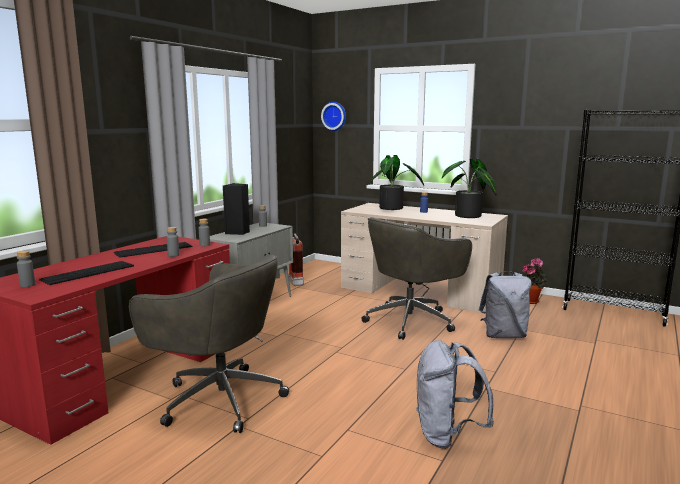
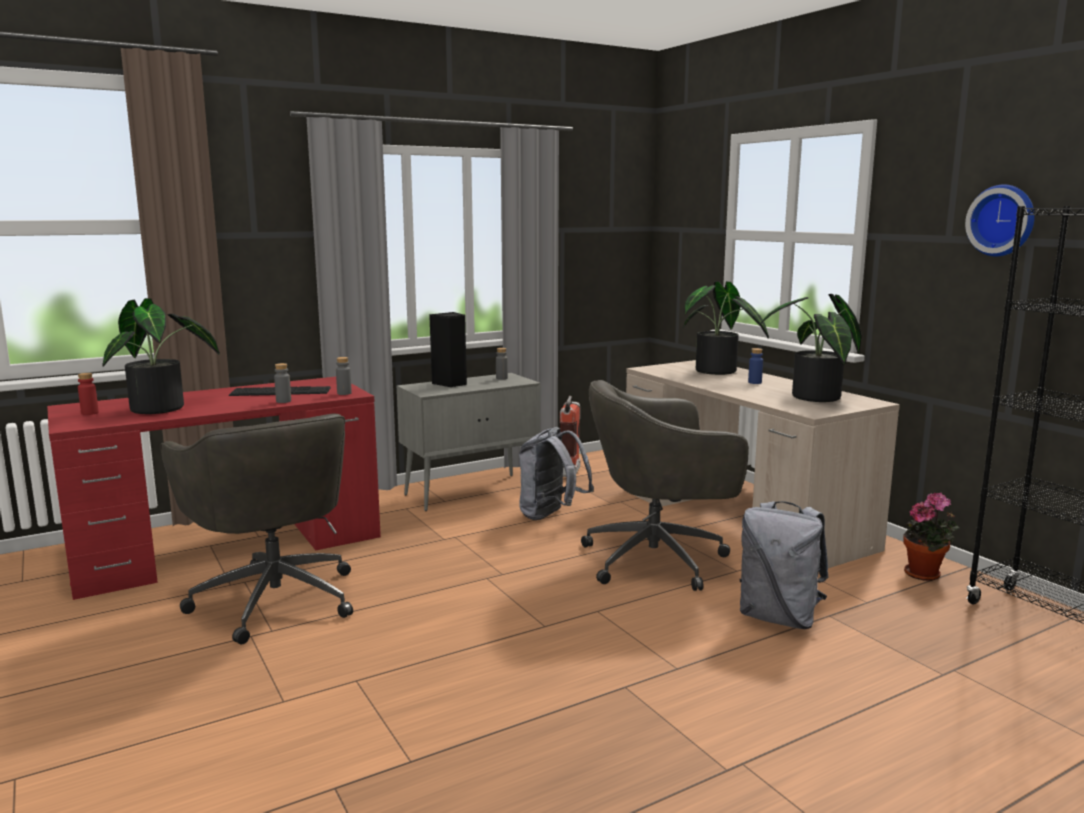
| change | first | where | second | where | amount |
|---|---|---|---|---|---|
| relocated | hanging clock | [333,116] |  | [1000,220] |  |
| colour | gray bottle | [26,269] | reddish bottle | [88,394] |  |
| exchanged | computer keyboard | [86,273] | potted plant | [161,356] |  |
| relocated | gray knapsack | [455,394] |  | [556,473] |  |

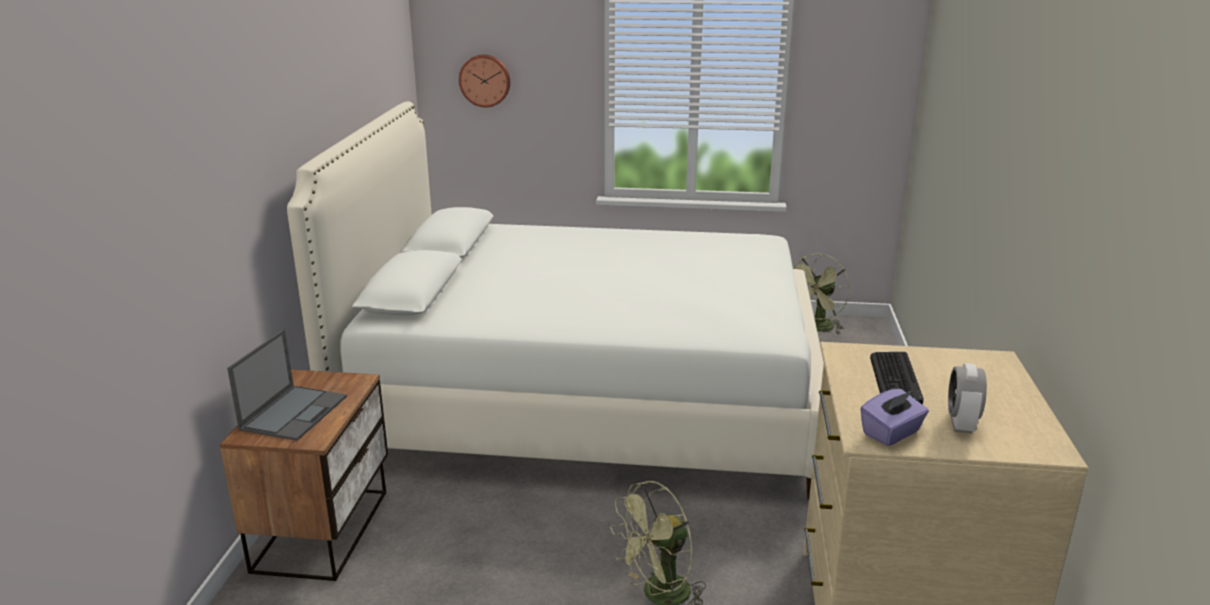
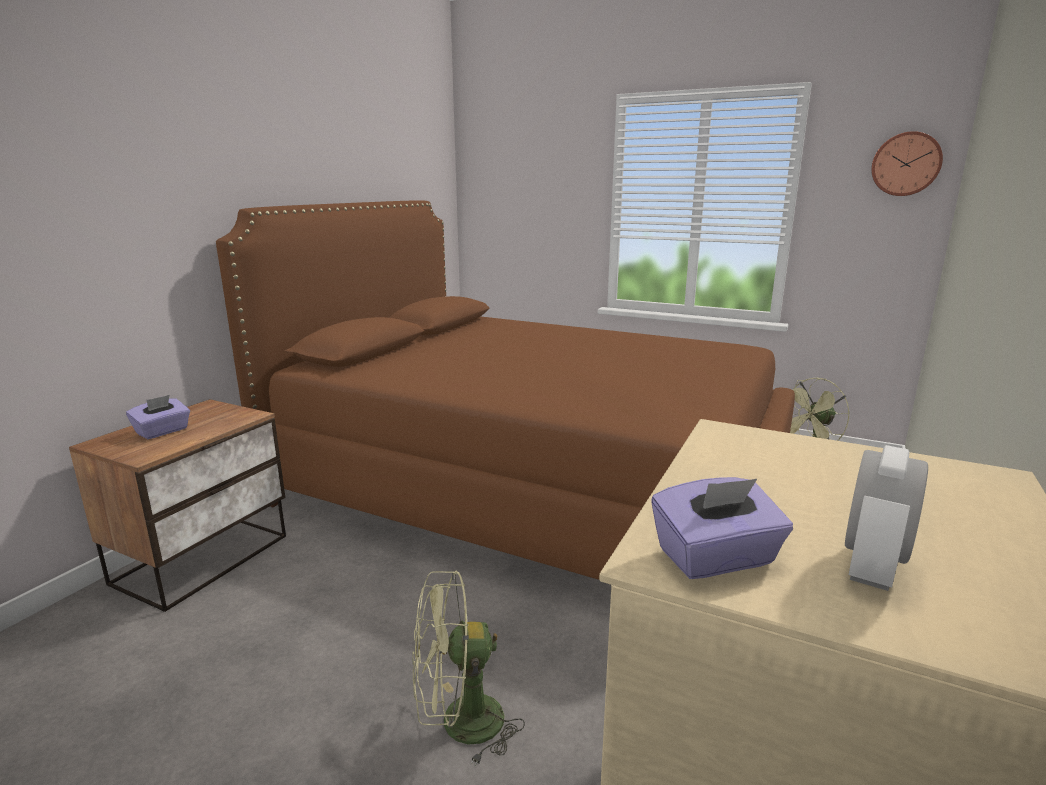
| change | first | where | second | where | amount |
|---|---|---|---|---|---|
| relocated | hanging clock | [484,81] |  | [907,163] |  |
| colour | white-coloured bedroom bed | [555,300] | brown bedroom bed | [505,390] |  |
| exchanged | notebook computer | [287,385] | purplish box of tissues | [158,417] |  |
| missing | computer keyboard | [897,378] |  |  |  |

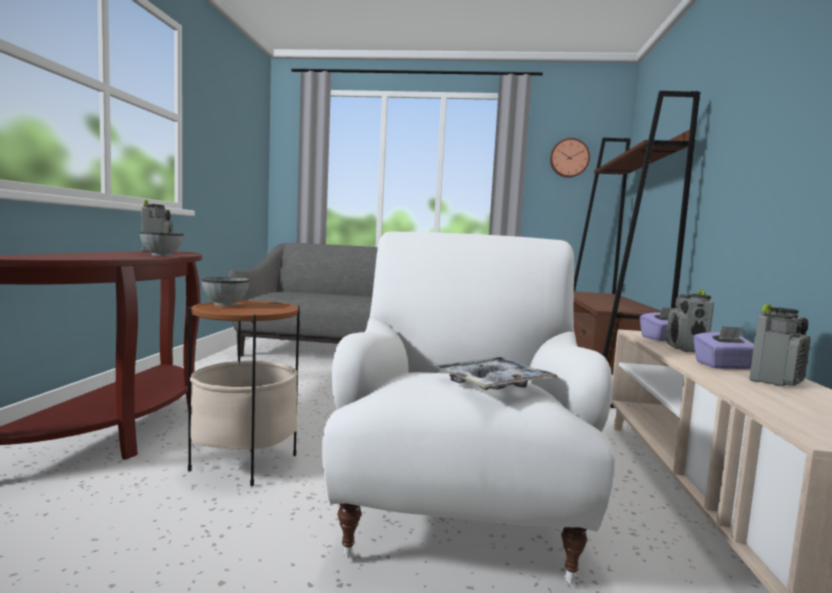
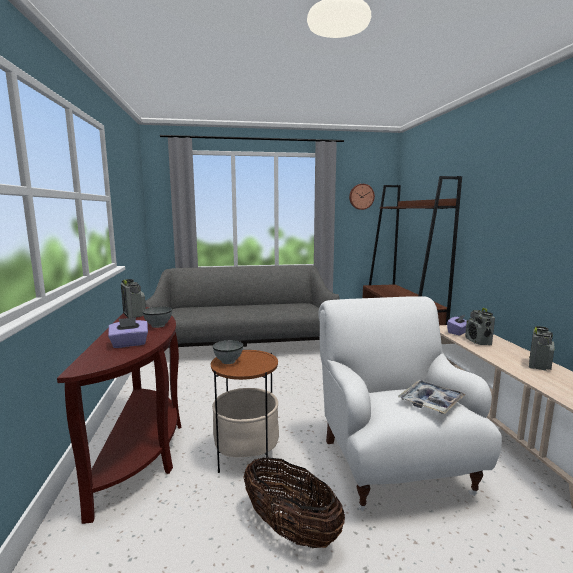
| change | first | where | second | where | amount |
|---|---|---|---|---|---|
| relocated | purplish box of tissues | [723,347] |  | [128,333] |  |
| appeared |  |  | household basket | [294,502] |  |

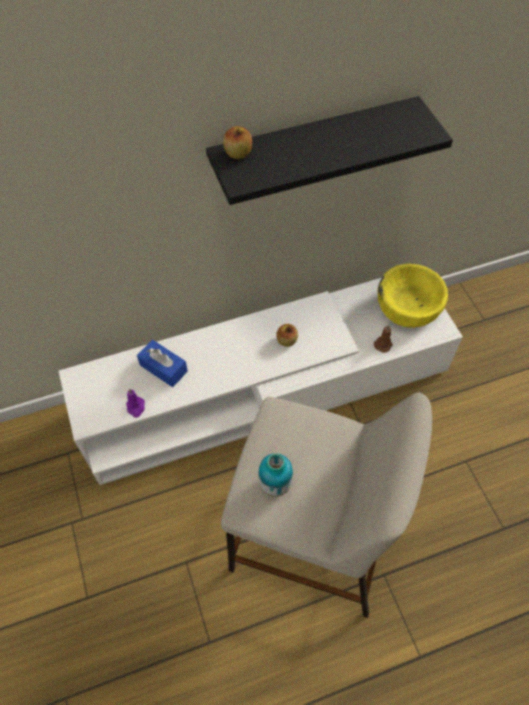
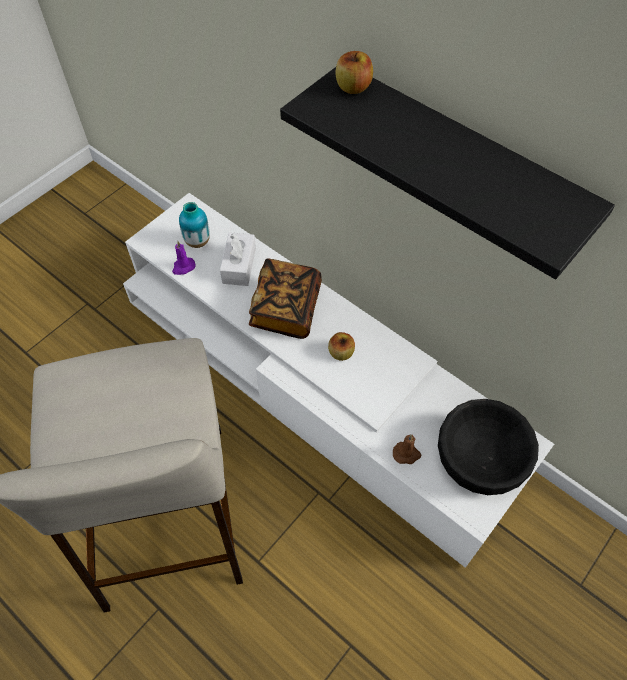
| change | first | where | second | where | amount |
|---|---|---|---|---|---|
| colour | yellowish bowl | [413,296] | blackish bowl | [488,447] |  |
| colour | bluish box of tissues | [162,363] | white-coloured box of tissues | [238,259] |  |
| relocated | flower vase | [275,475] |  | [194,225] |  |
| appeared |  |  | book | [285,298] |  |

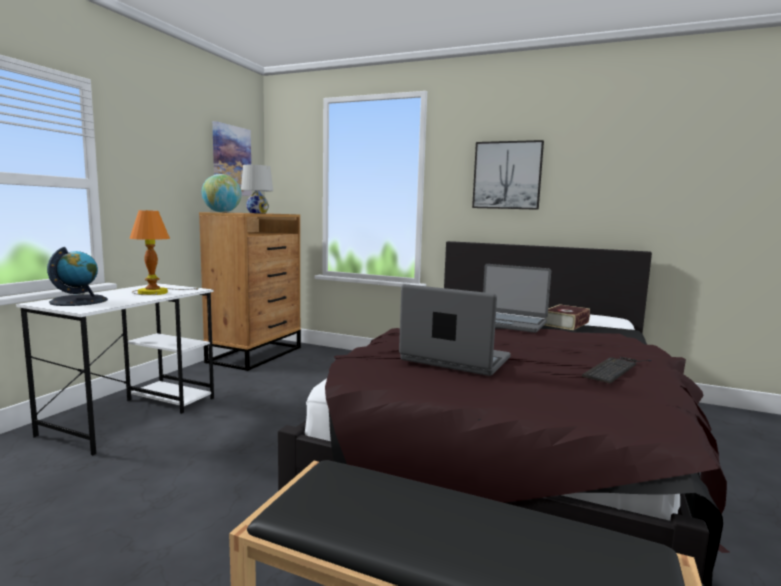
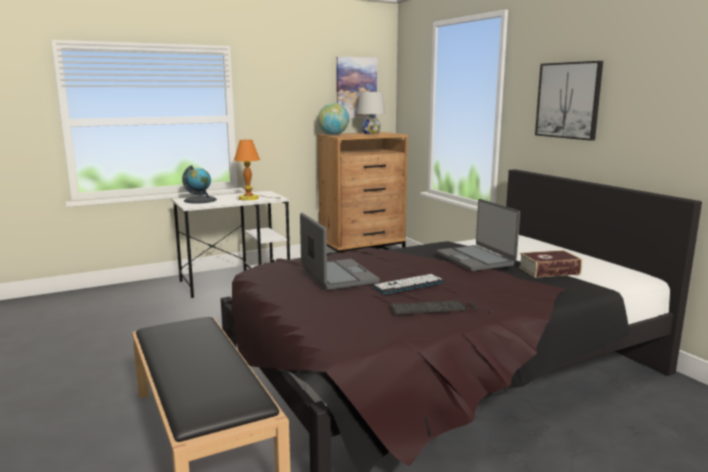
| change | first | where | second | where | amount |
|---|---|---|---|---|---|
| appeared |  |  | computer keyboard | [408,284] |  |

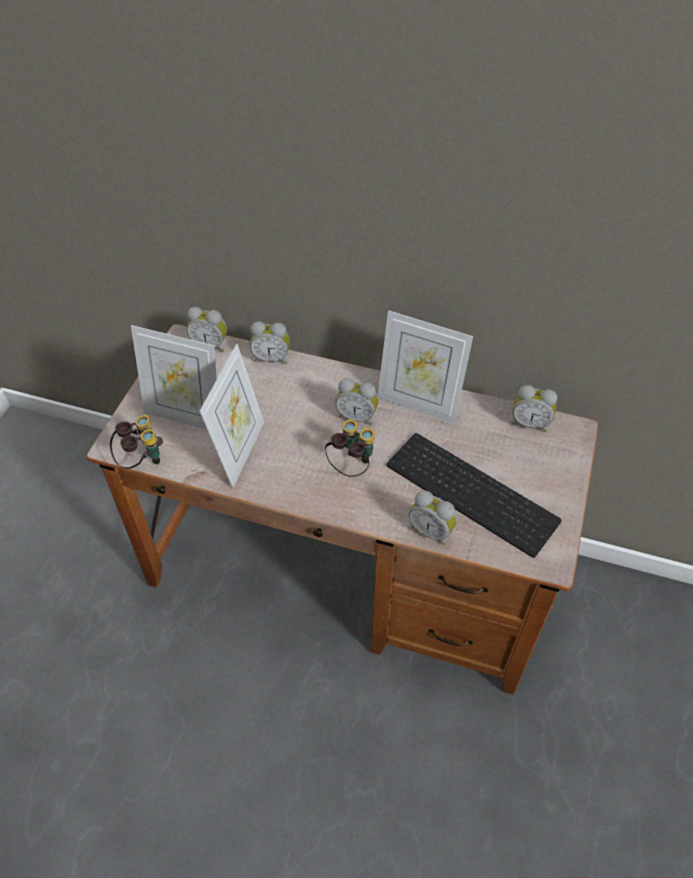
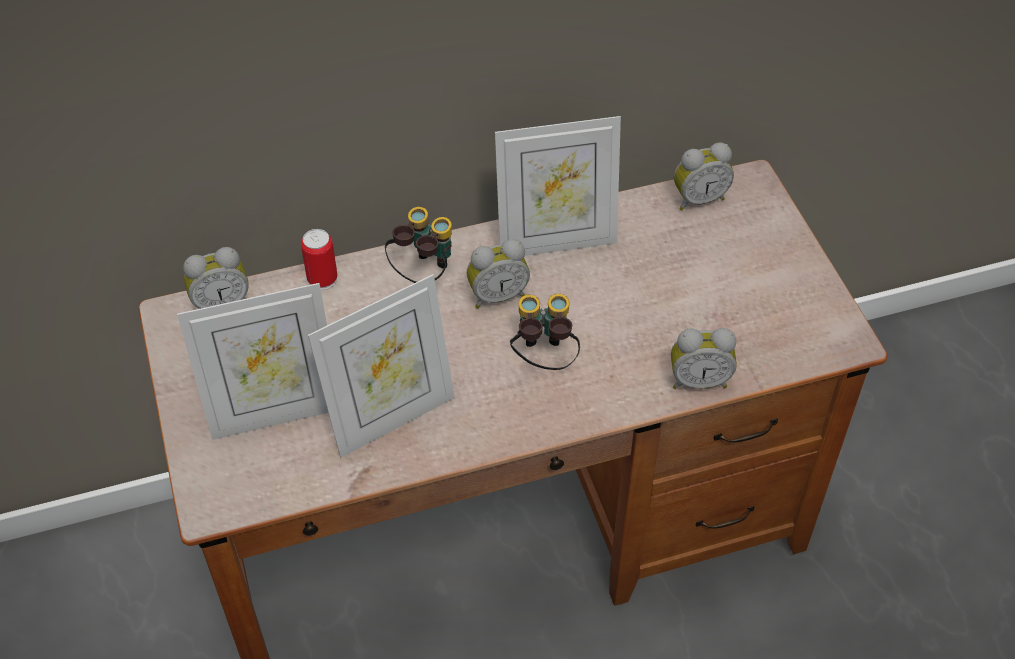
| change | first | where | second | where | amount |
|---|---|---|---|---|---|
| exchanged | alarm clock | [270,342] | can | [319,259] |  |
| spun | standing frame | [231,416] |  | [381,366] | 75 degrees clockwise |
| relocated | field glasses | [136,442] |  | [418,245] |  |
| missing | computer keyboard | [474,495] |  |  |  |

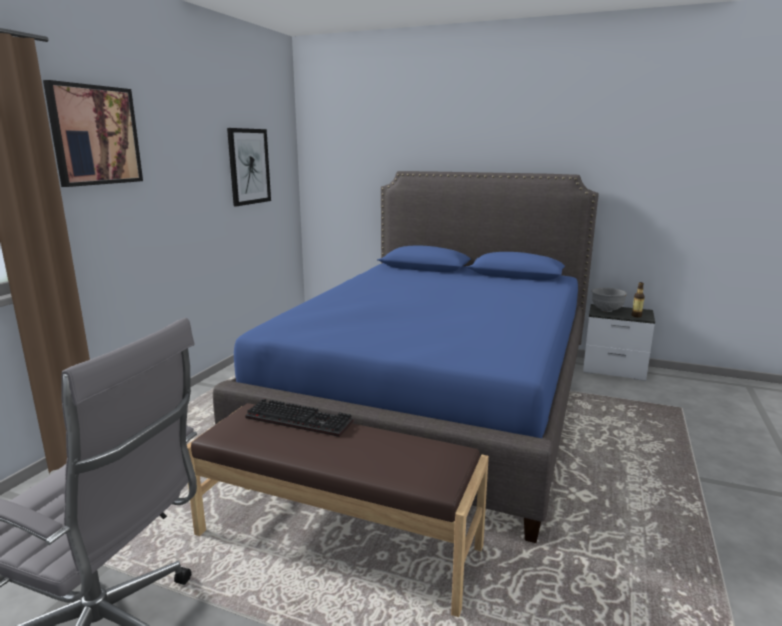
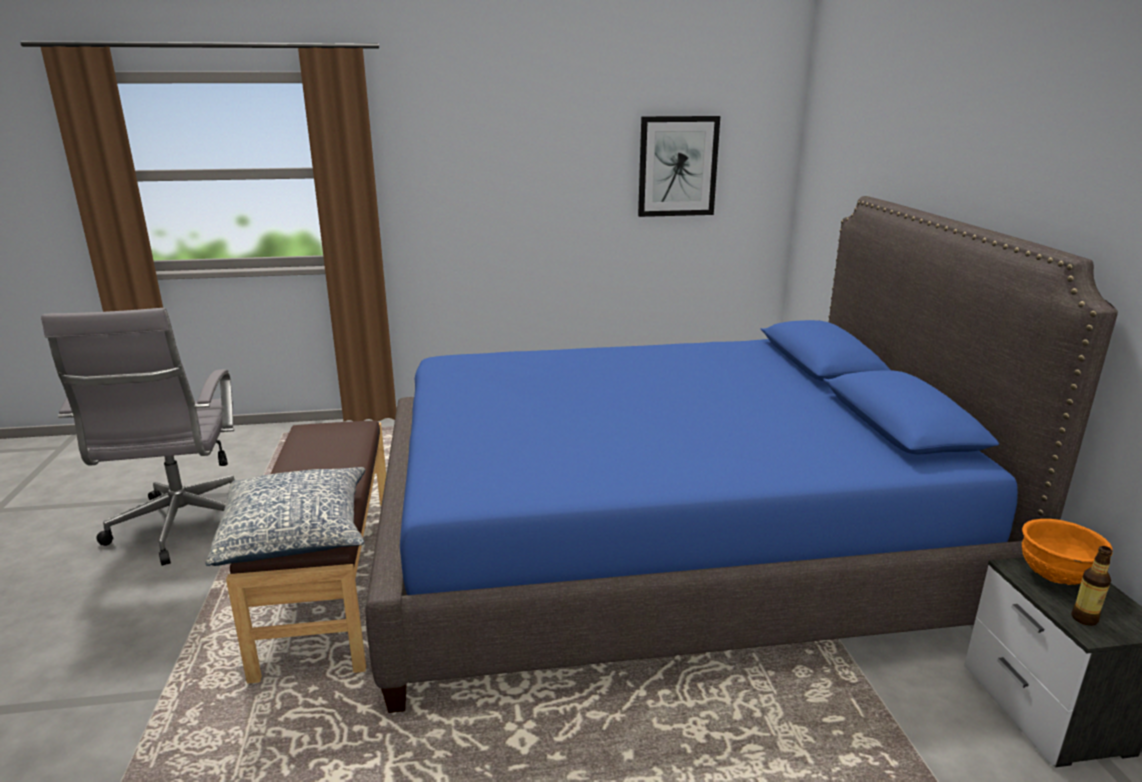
| change | first | where | second | where | amount |
|---|---|---|---|---|---|
| missing | wall picture | [93,133] |  |  |  |
| colour | gray bowl | [609,300] | orange-coloured bowl | [1067,552] |  |
| missing | computer keyboard | [299,417] |  |  |  |
| appeared |  |  | pillow | [285,516] |  |

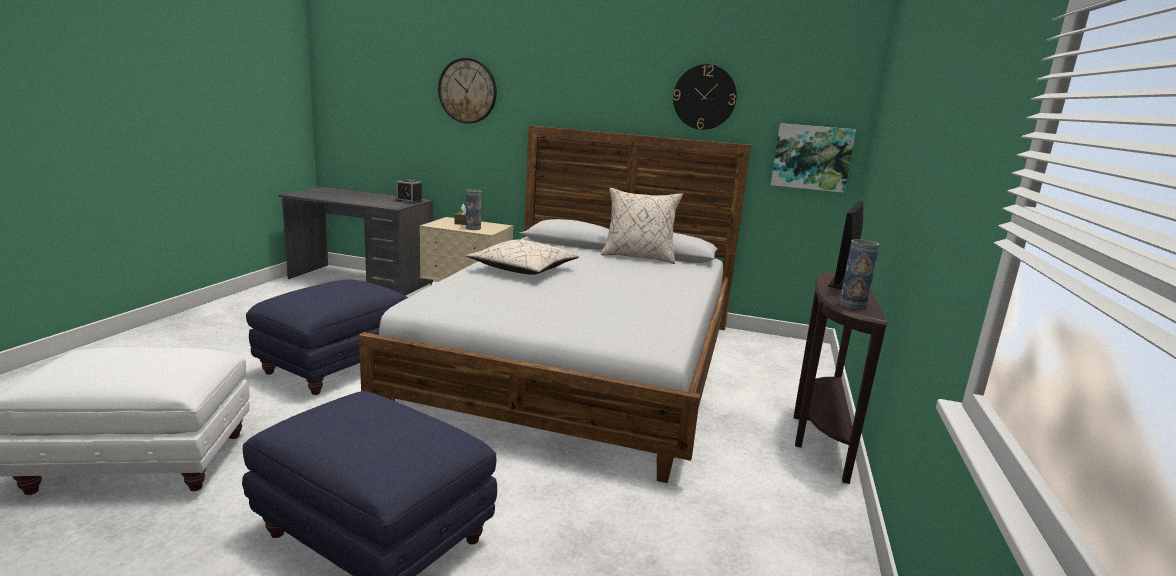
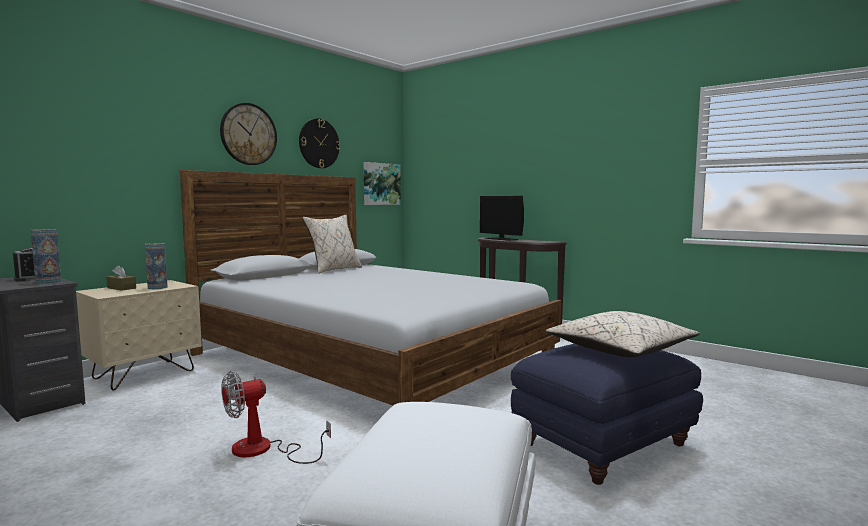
| change | first | where | second | where | amount |
|---|---|---|---|---|---|
| relocated | hanging clock | [467,90] |  | [248,134] |  |
| relocated | flower vase | [859,274] |  | [45,256] |  |
| relocated | beige pillow | [522,257] |  | [623,334] |  |
| exchanged | bluish ottoman | [327,337] | fan | [276,417] |  |

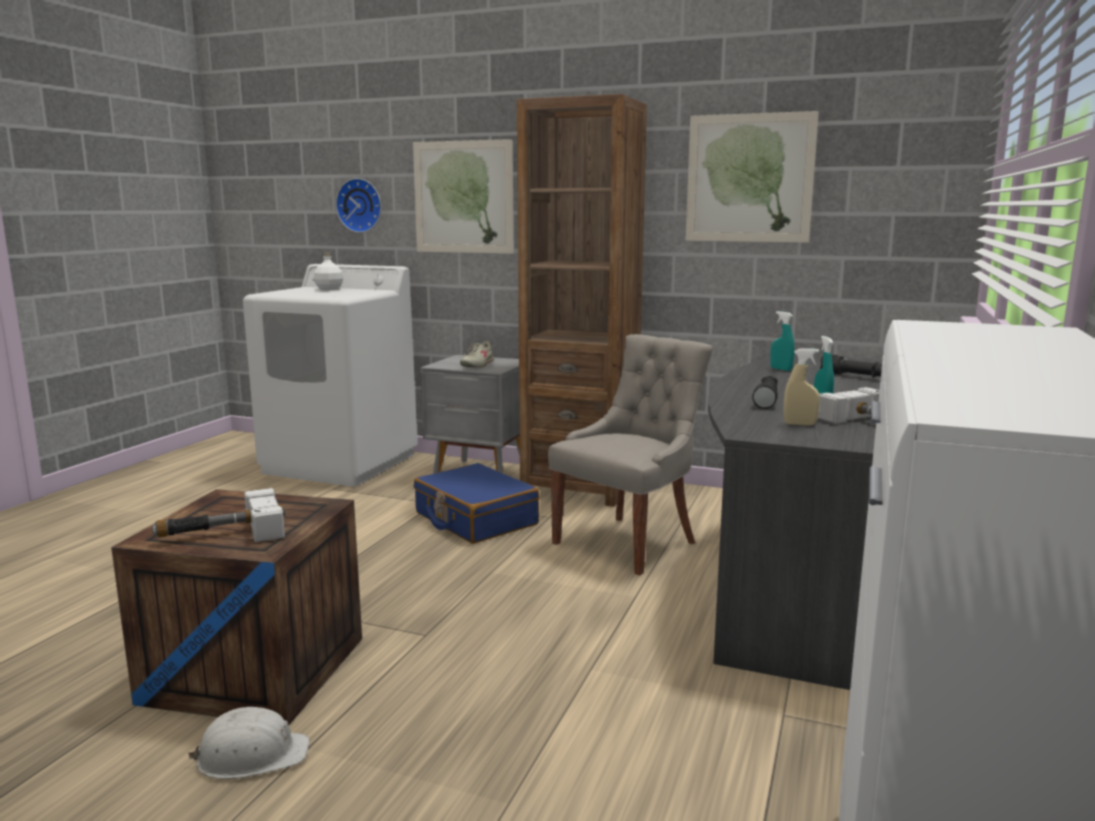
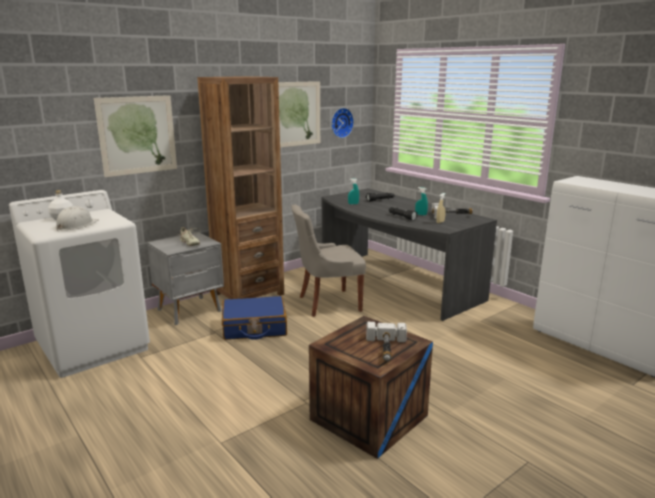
| change | first | where | second | where | amount |
|---|---|---|---|---|---|
| relocated | hanging clock | [358,205] |  | [342,123] |  |
| spun | gray chair | [630,454] |  | [328,261] | 90 degrees counterclockwise |
| relocated | white-coloured work helmet | [249,743] |  | [77,218] |  |

